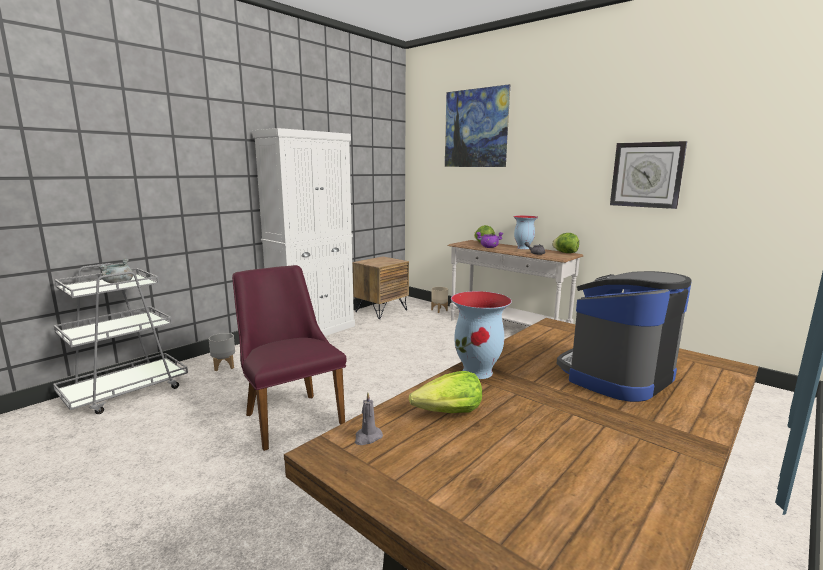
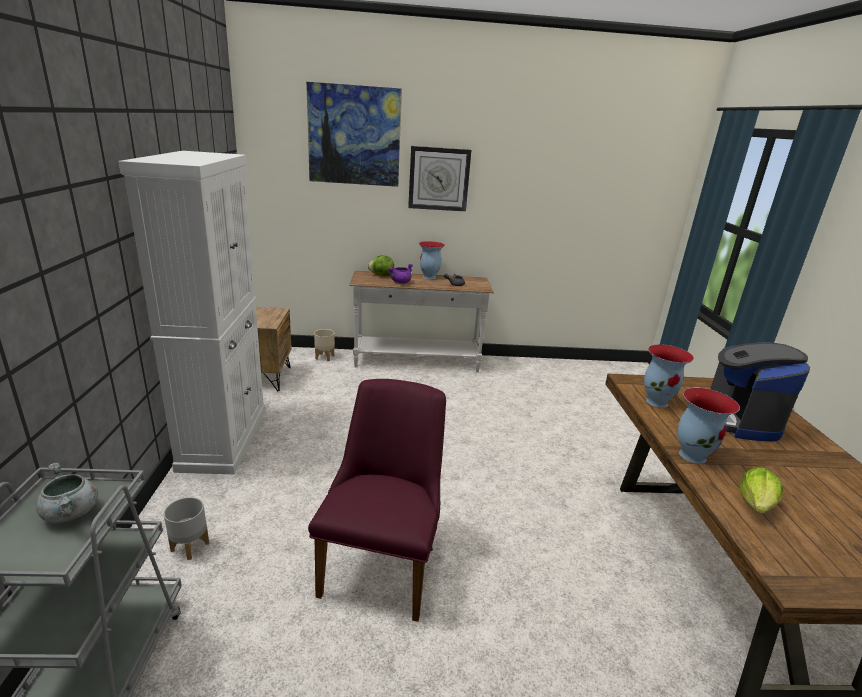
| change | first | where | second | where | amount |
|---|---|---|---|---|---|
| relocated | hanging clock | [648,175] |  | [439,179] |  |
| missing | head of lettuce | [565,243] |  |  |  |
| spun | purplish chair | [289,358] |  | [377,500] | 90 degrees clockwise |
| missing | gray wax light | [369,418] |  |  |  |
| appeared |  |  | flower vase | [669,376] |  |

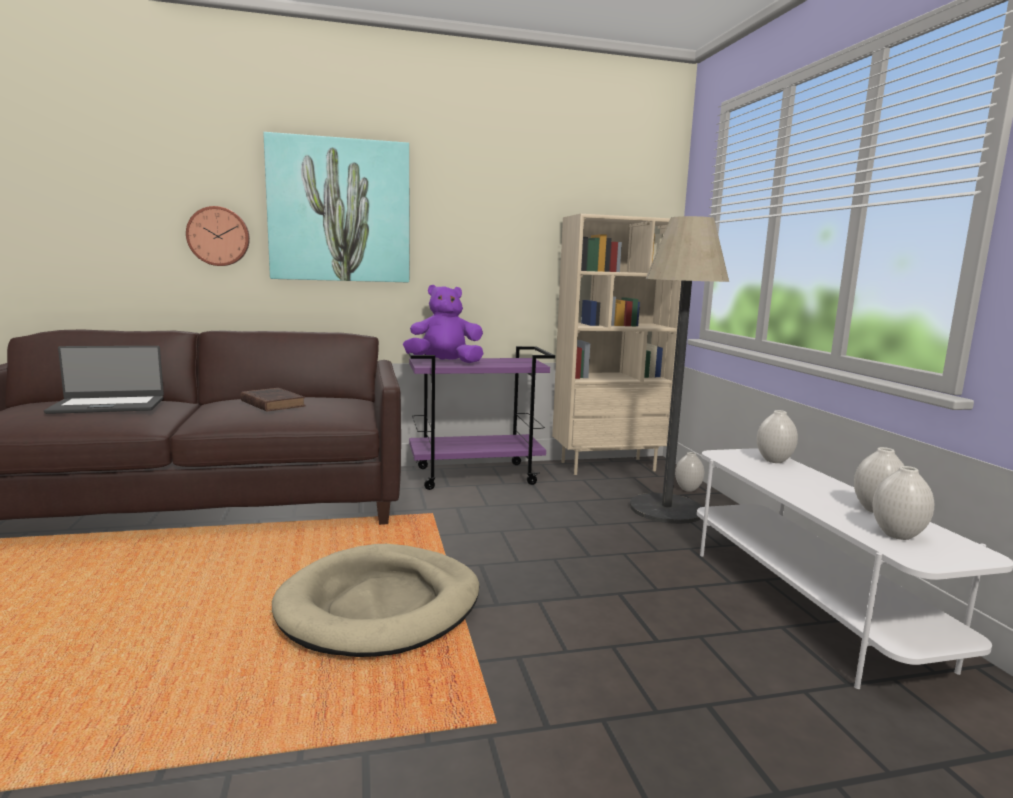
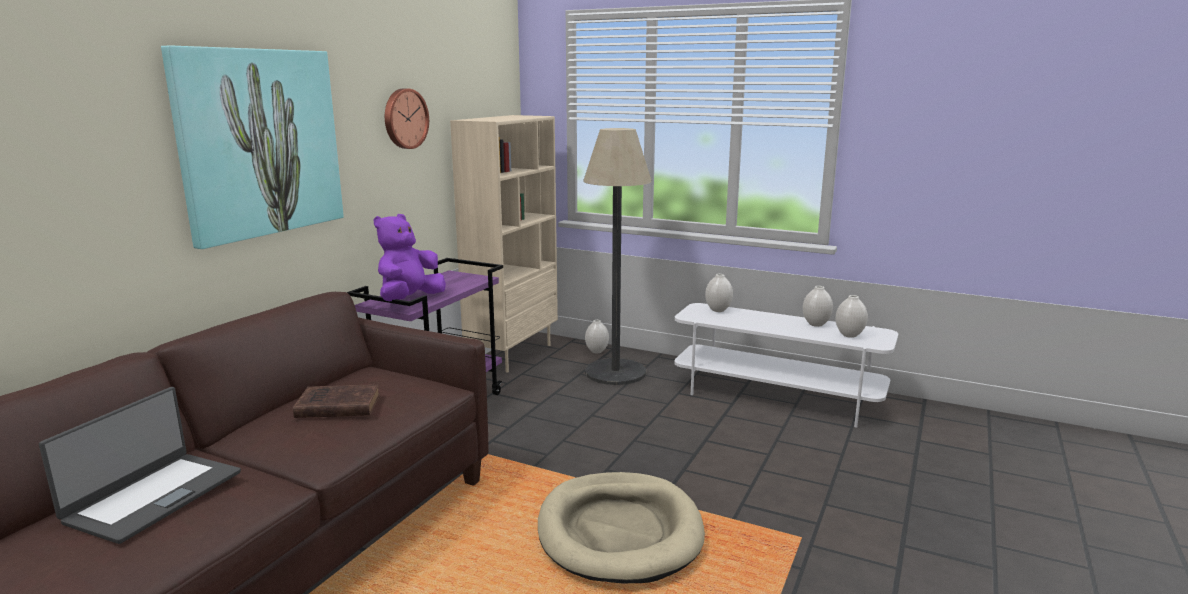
| change | first | where | second | where | amount |
|---|---|---|---|---|---|
| relocated | hanging clock | [218,236] |  | [407,119] |  |

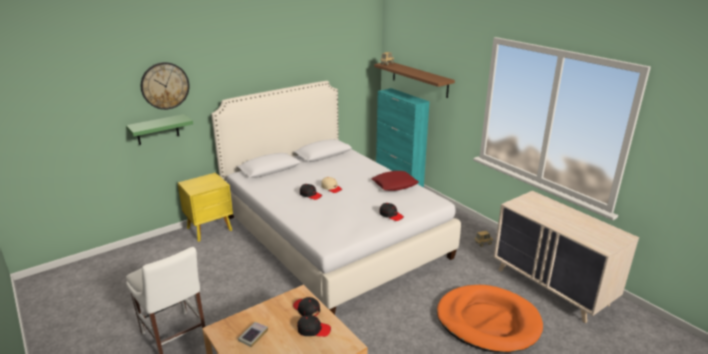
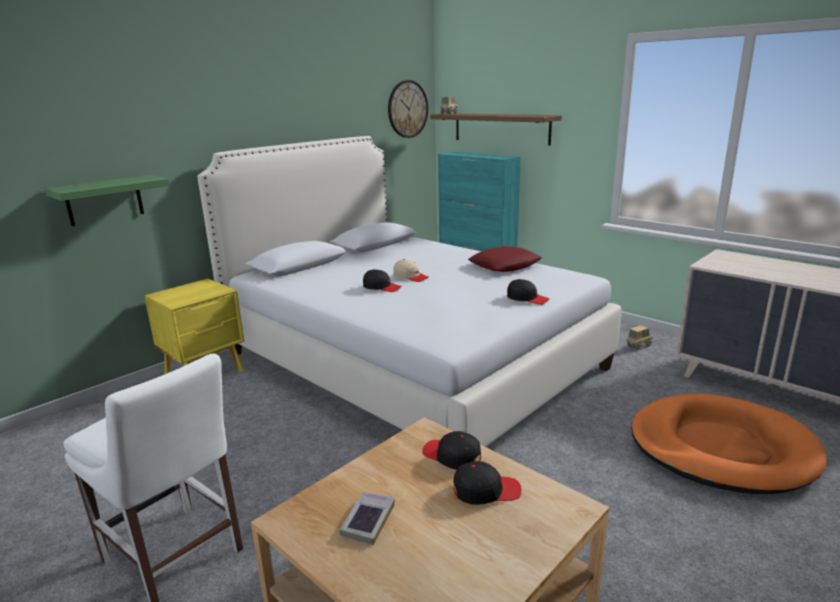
| change | first | where | second | where | amount |
|---|---|---|---|---|---|
| relocated | hanging clock | [165,86] |  | [408,109] |  |

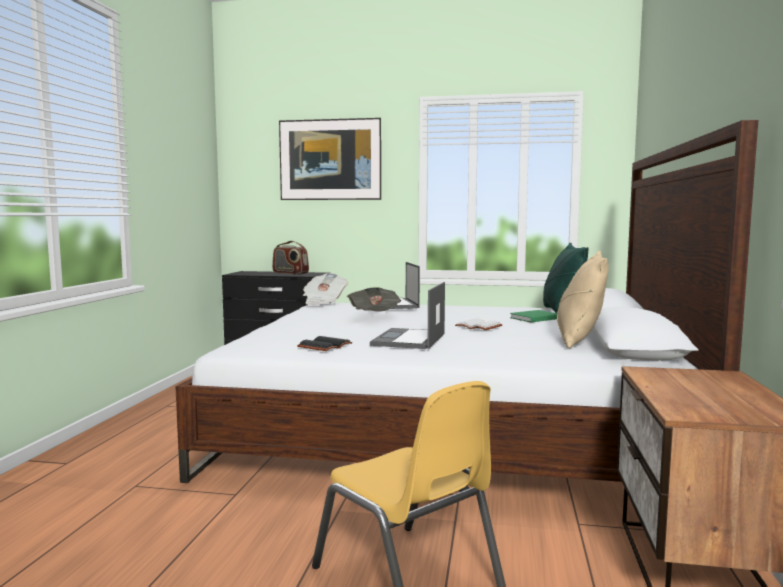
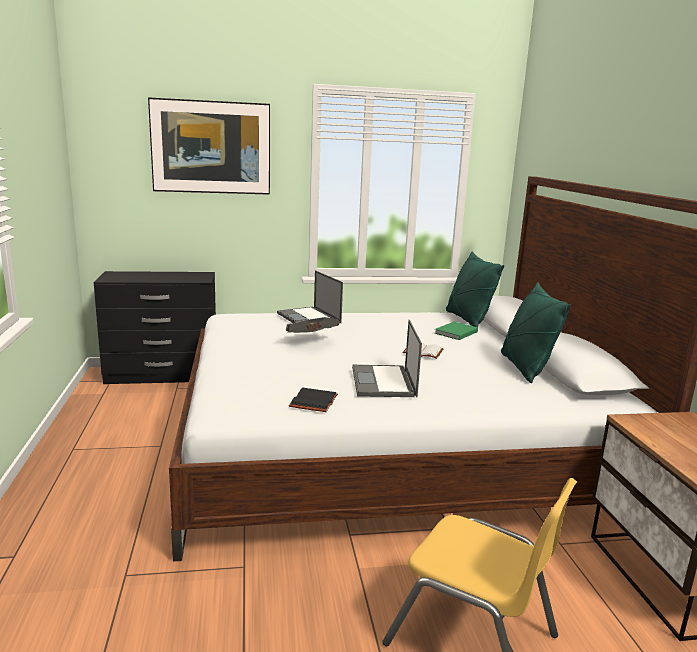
| change | first | where | second | where | amount |
|---|---|---|---|---|---|
| missing | radio receiver | [290,258] |  |  |  |
| colour | beige pillow | [583,299] | green-coloured pillow | [536,332] |  |
| missing | printed paper | [325,289] |  |  |  |

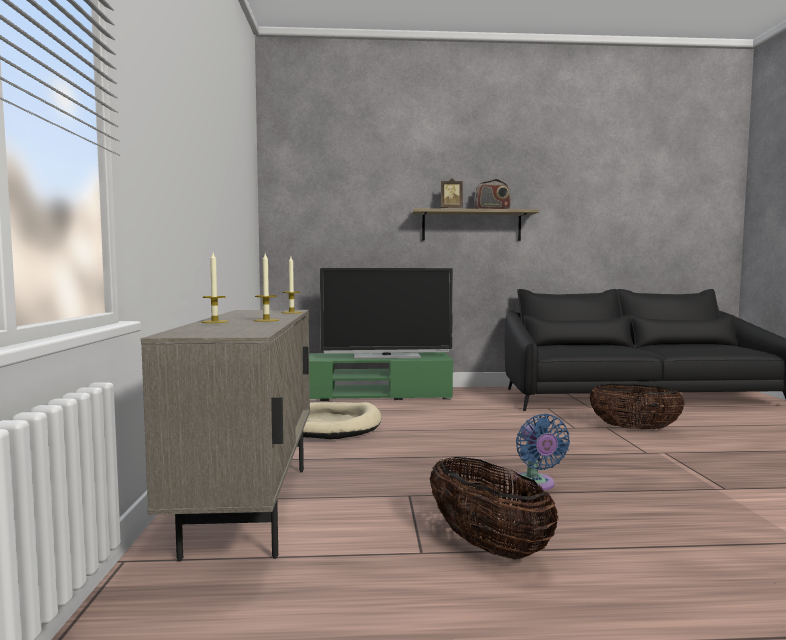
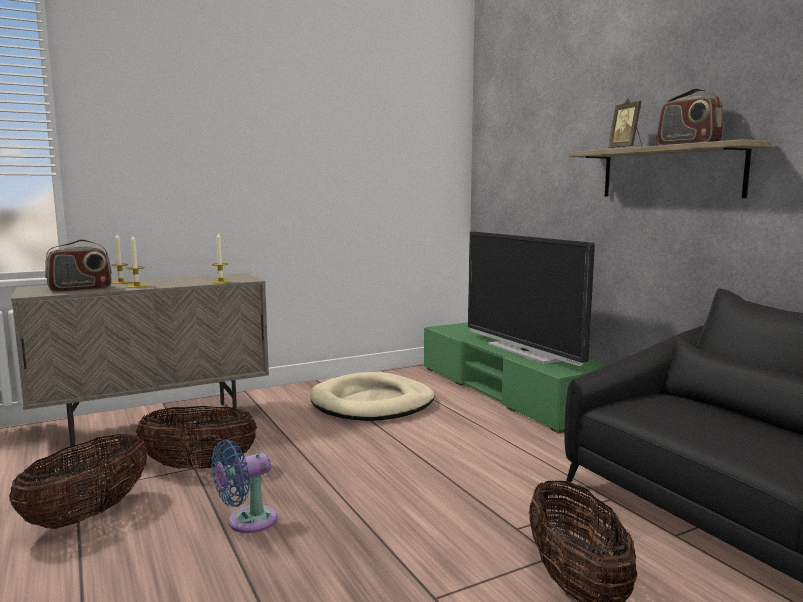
| change | first | where | second | where | amount |
|---|---|---|---|---|---|
| appeared |  |  | radio receiver | [78,265] |  |
| appeared |  |  | household basket | [196,438] |  |

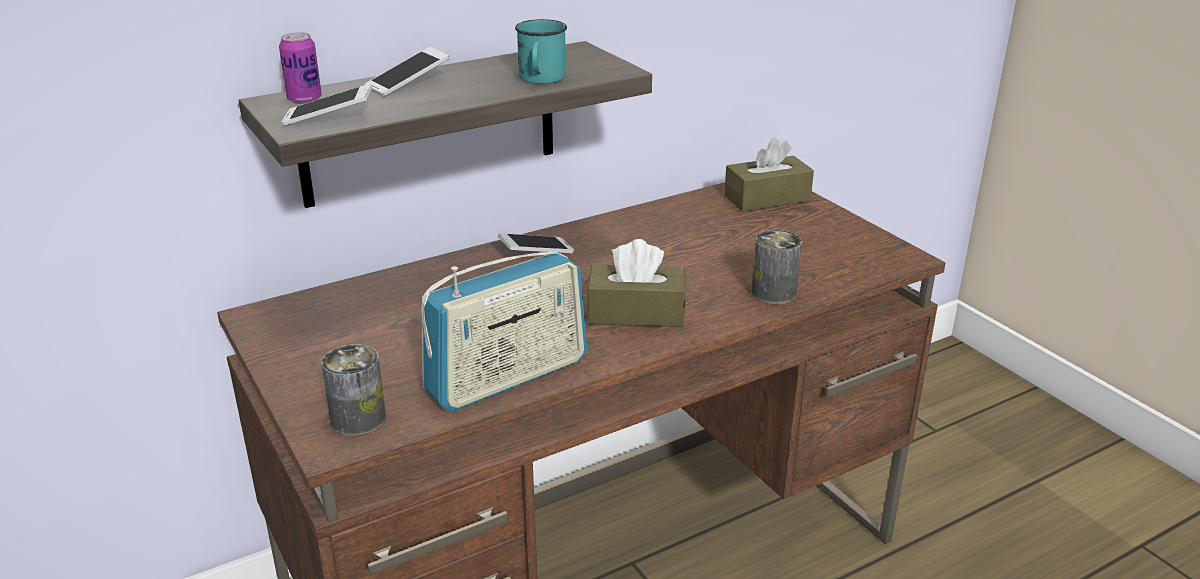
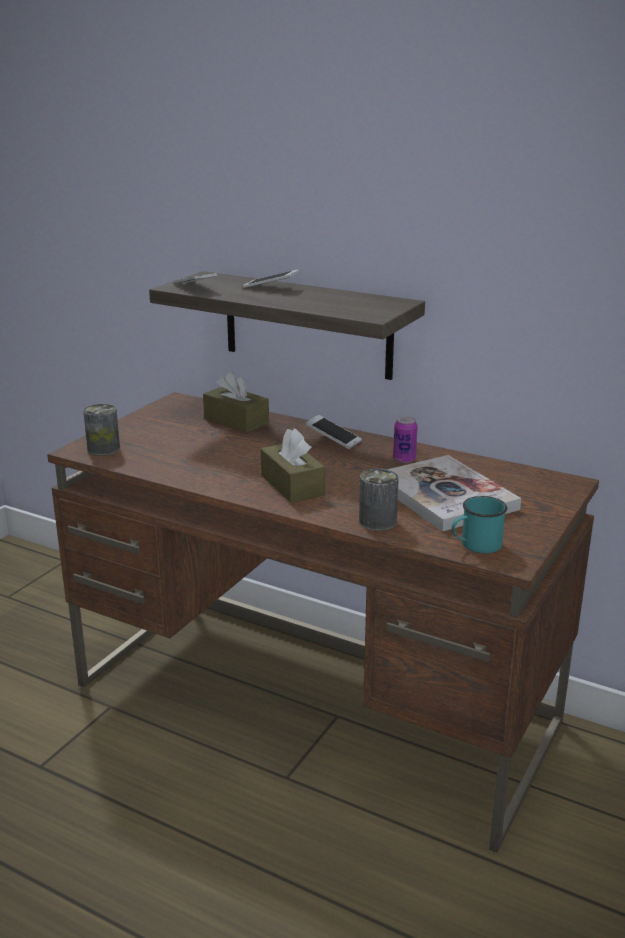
| change | first | where | second | where | amount |
|---|---|---|---|---|---|
| relocated | blue-green tea mug | [541,51] |  | [479,524] |  |
| relocated | can | [300,68] |  | [405,440] |  |
| relocated | brown box of tissues | [769,175] |  | [236,402] |  |
| missing | radio receiver | [504,331] |  |  |  |
| appeared |  |  | book | [454,493] |  |

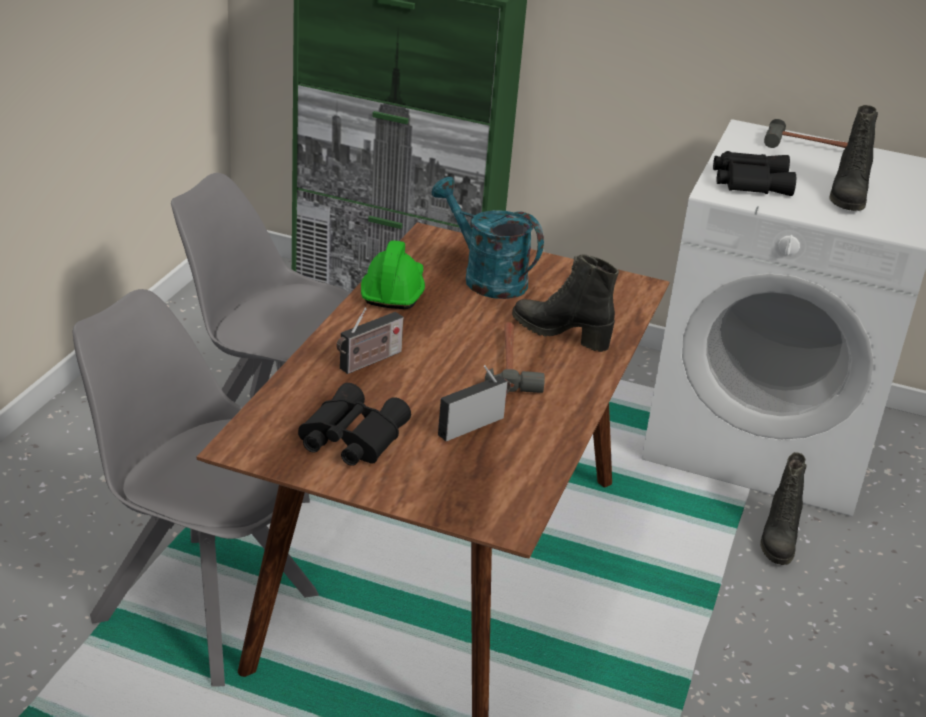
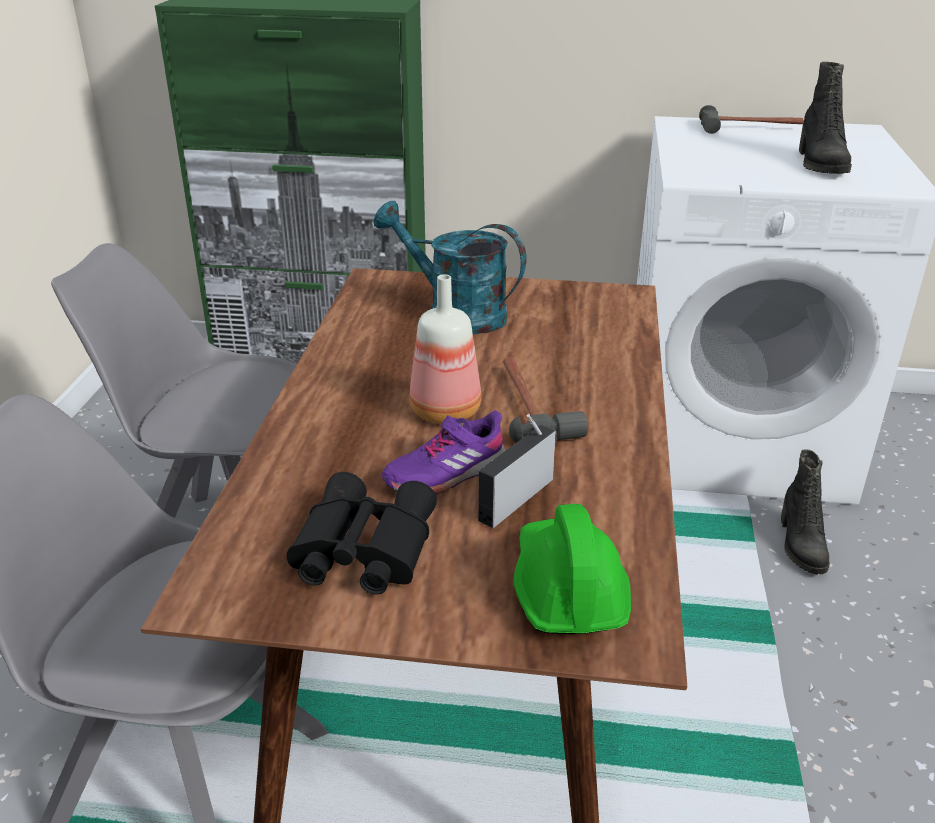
| change | first | where | second | where | amount |
|---|---|---|---|---|---|
| missing | blackish field glasses | [754,173] |  |  |  |
| relocated | green-coloured work helmet | [393,274] |  | [572,569] |  |
| missing | blackish tall boot | [565,303] |  |  |  |
| missing | radio receiver | [369,340] |  |  |  |
| appeared |  |  | bottle | [445,349] |  |
| appeared |  |  | purplish shoe | [443,452] |  |

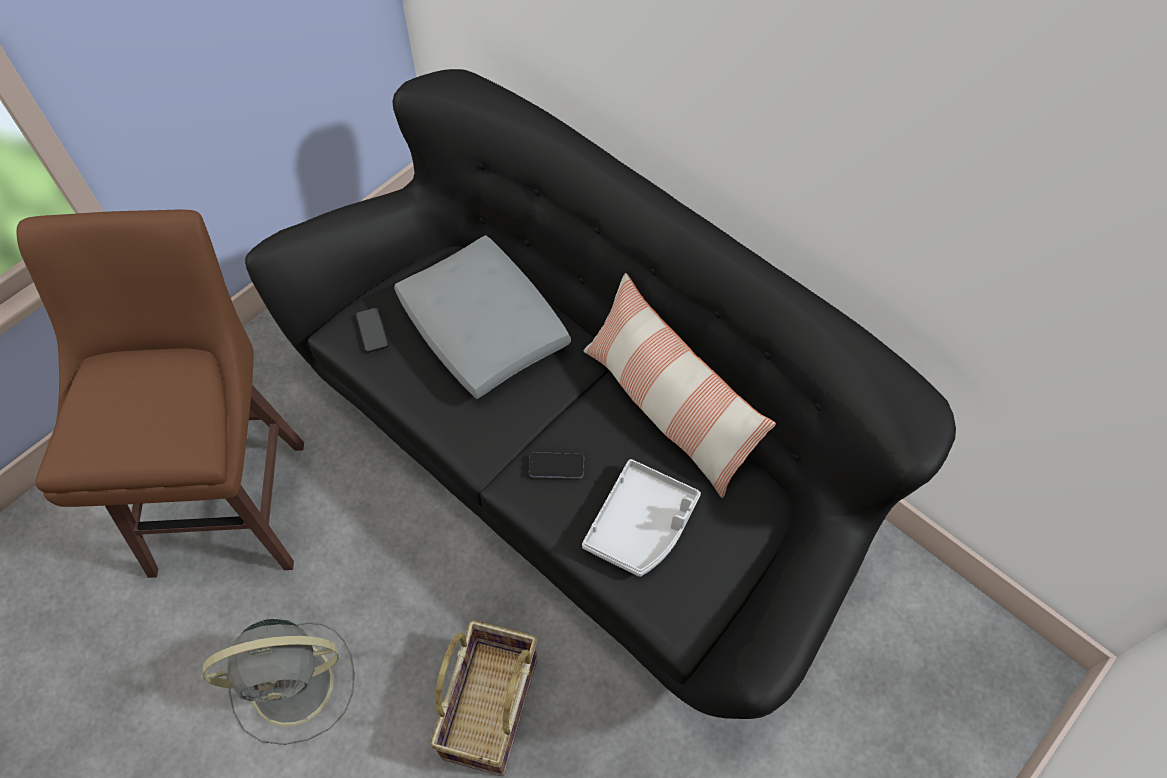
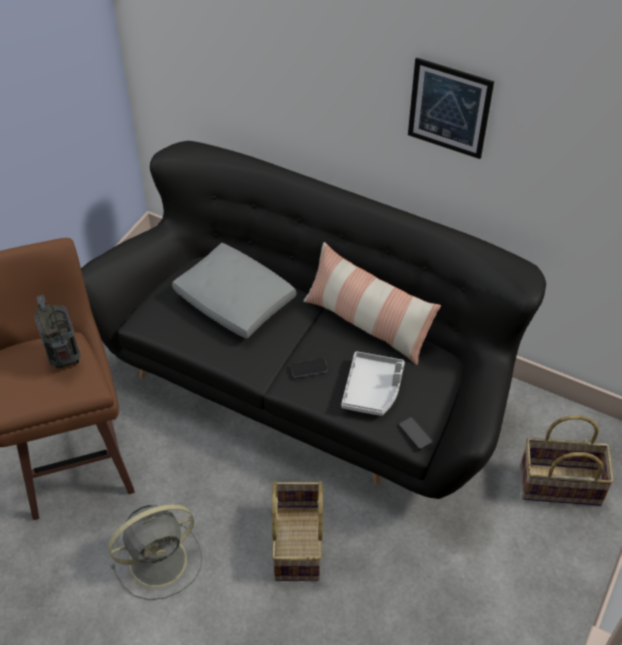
| change | first | where | second | where | amount |
|---|---|---|---|---|---|
| relocated | handset | [372,330] |  | [415,433] |  |
| appeared |  |  | wall picture | [451,108] |  |
| appeared |  |  | radio receiver | [58,331] |  |
| appeared |  |  | household basket | [567,461] |  |

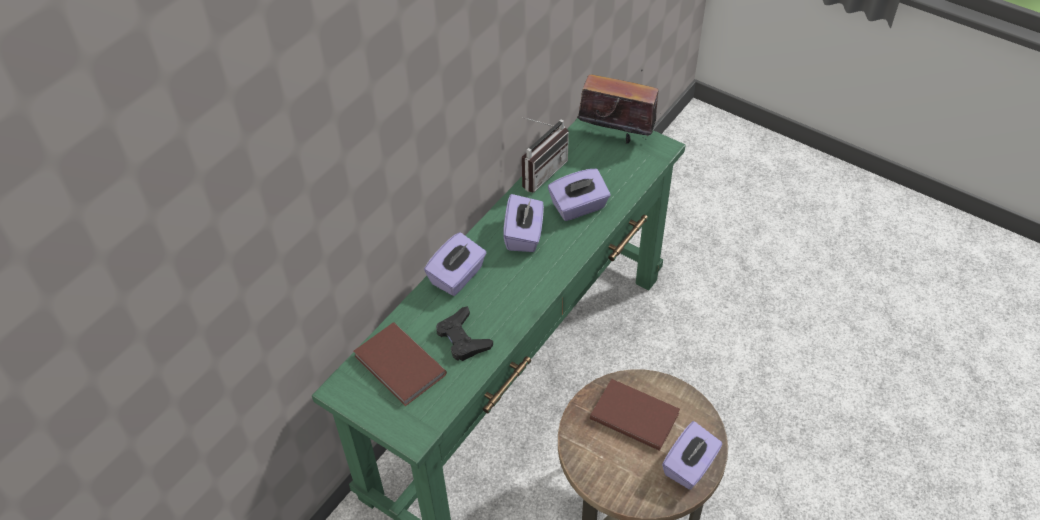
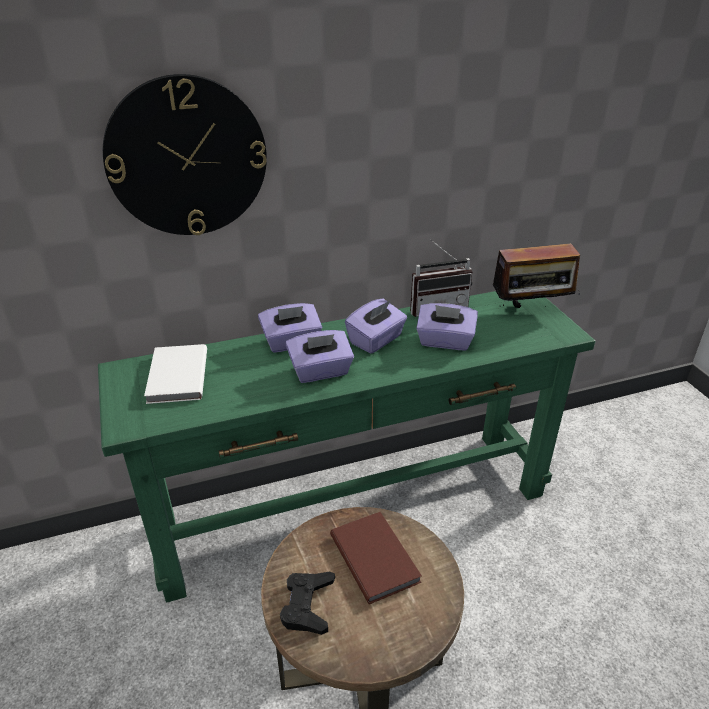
| change | first | where | second | where | amount |
|---|---|---|---|---|---|
| spun | radio receiver | [618,106] |  | [534,270] | 120 degrees clockwise |
| relocated | blackish gamepad | [464,333] |  | [307,603] |  |
| colour | brown book | [400,364] | white-coloured book | [175,374] |  |
| relocated | purplish box of tissues | [692,455] |  | [320,356] |  |
| appeared |  |  | hanging clock | [185,154] |  |

